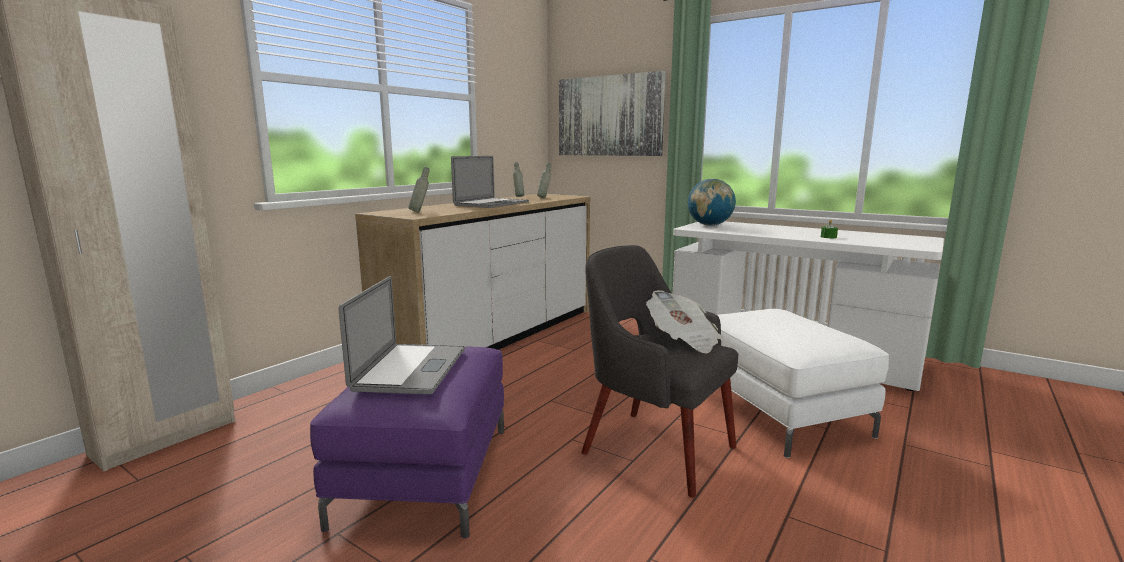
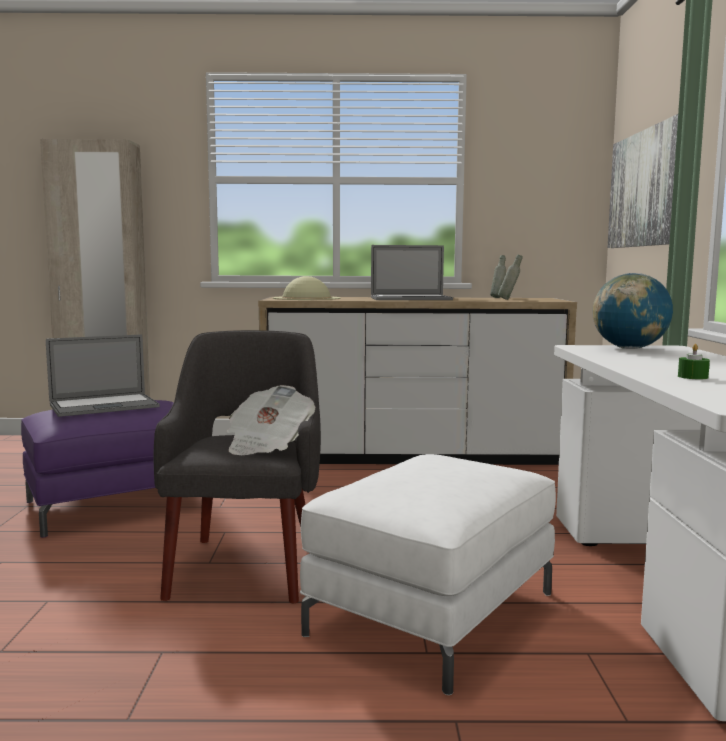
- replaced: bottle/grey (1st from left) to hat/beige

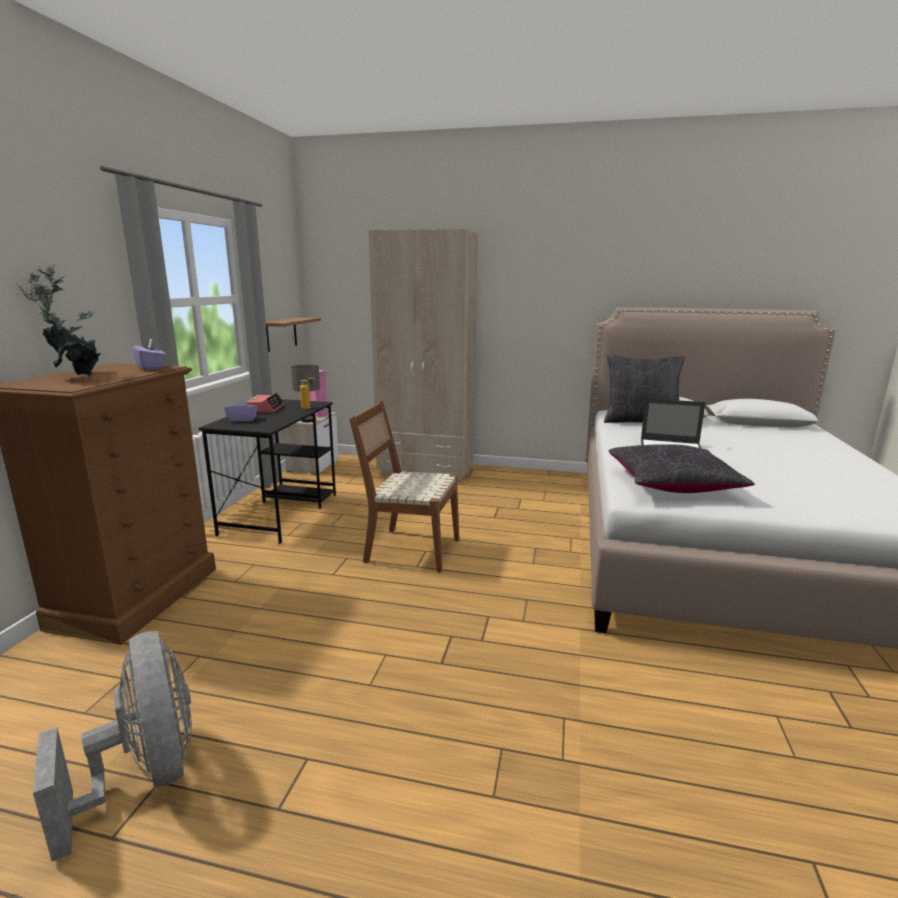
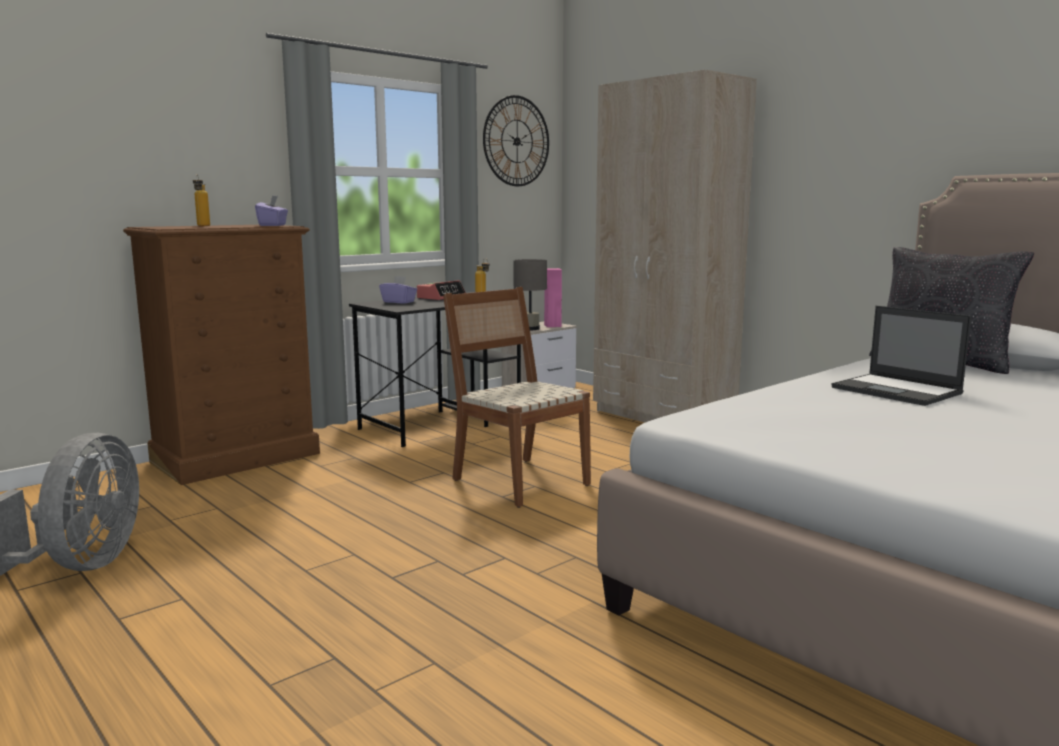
- replaced: potted plant to bottle (1st from left)
- added: wall clock
- removed: shelf
- removed: pillow/black (2nd from left)

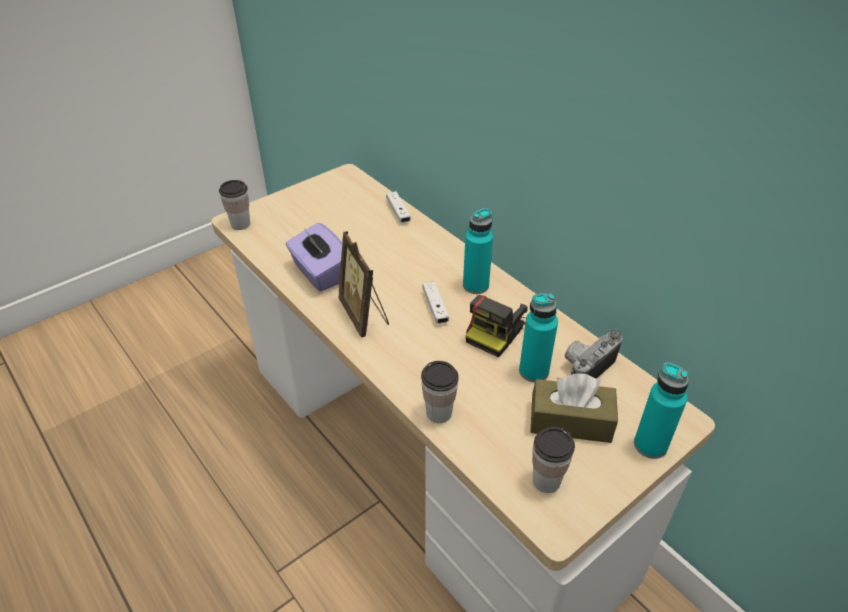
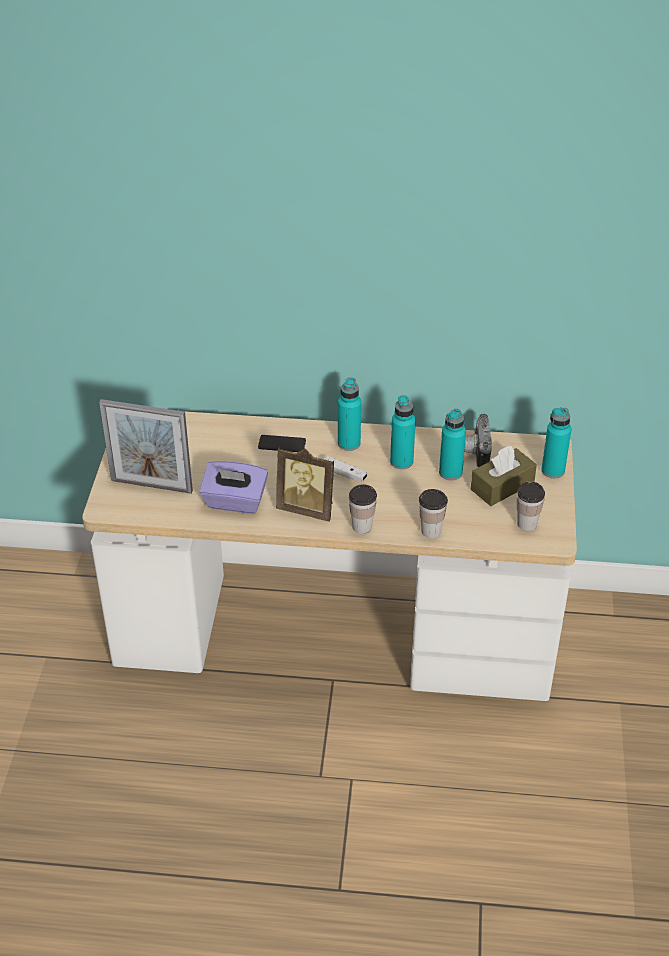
- added: picture frame (1st from left)
- added: phone
- moved: cup (1st from left)
- replaced: photo camera (1st from left) to bottle/turquoise (2nd from left)
- removed: game controller/white (1st from left)

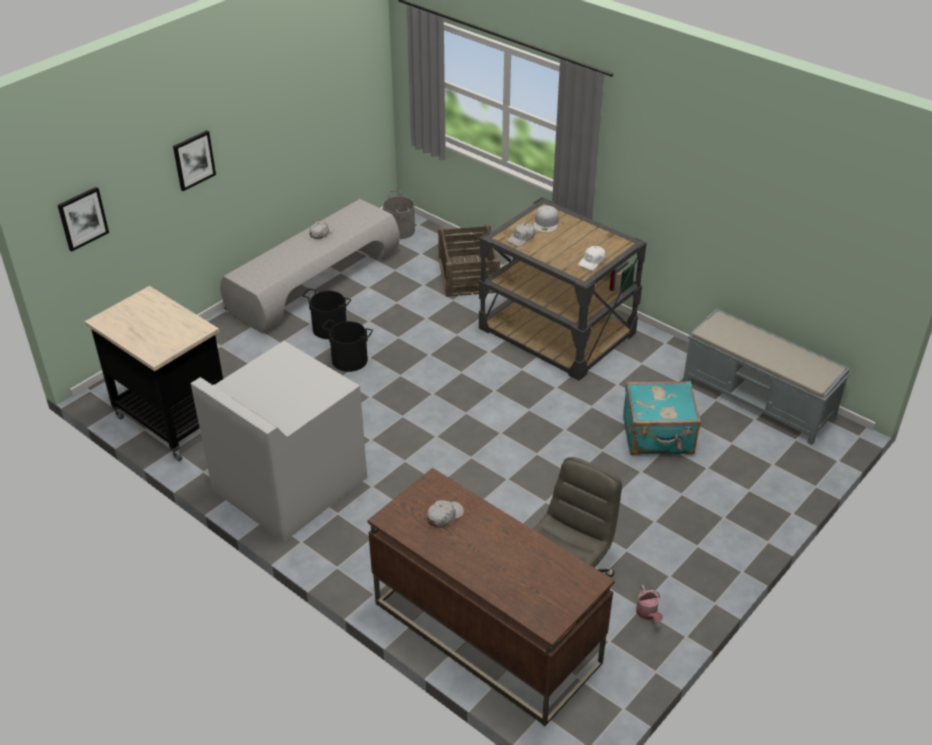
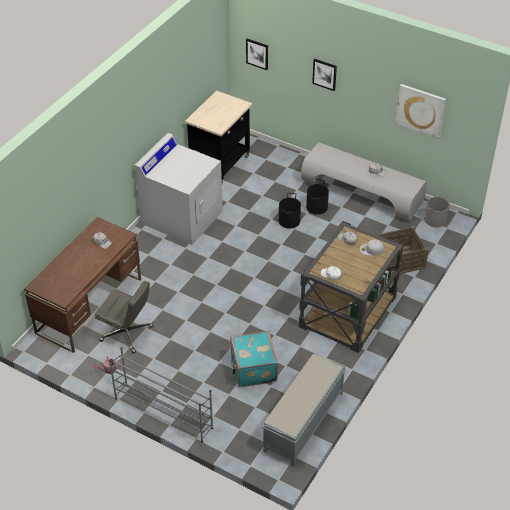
- added: shoe rack/grey
- added: picture (3rd from left)

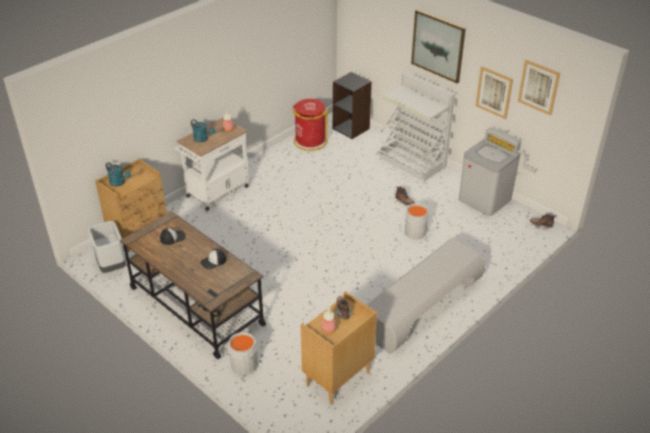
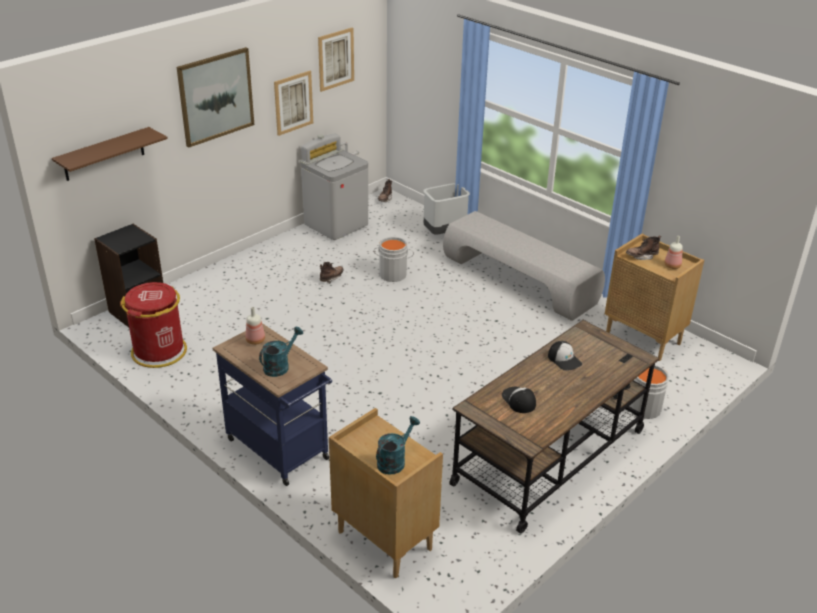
- added: shelf/brown
- recoloured: cart/white to cart/blue
- moved: trash can/grey
- removed: shoe rack/white

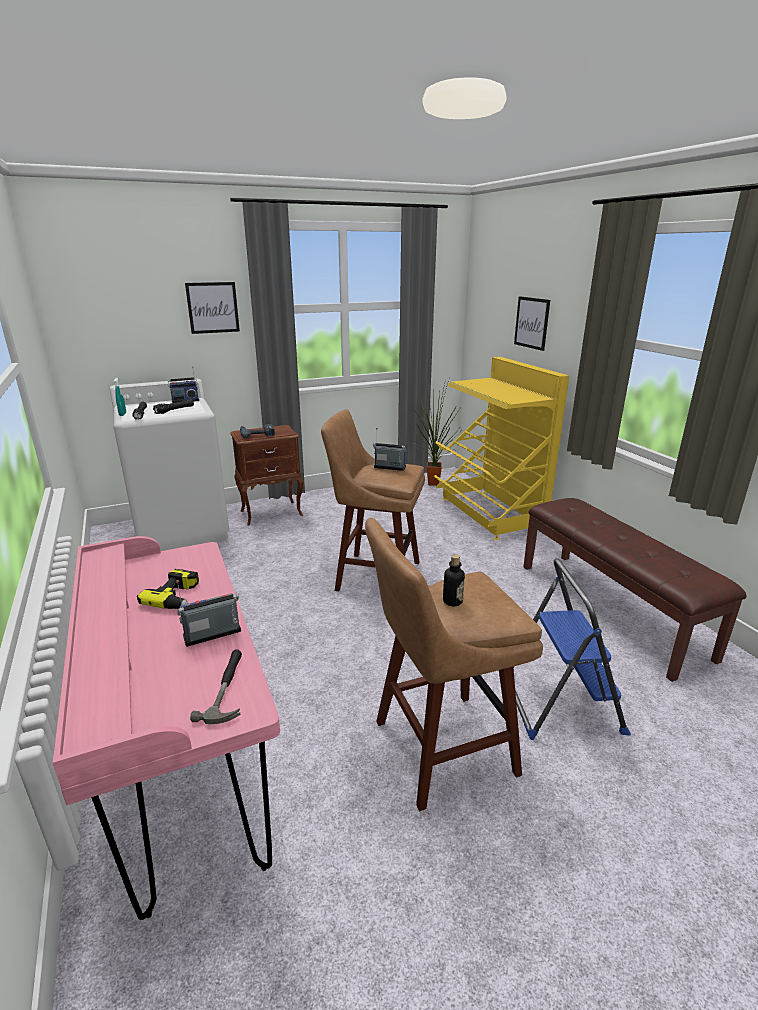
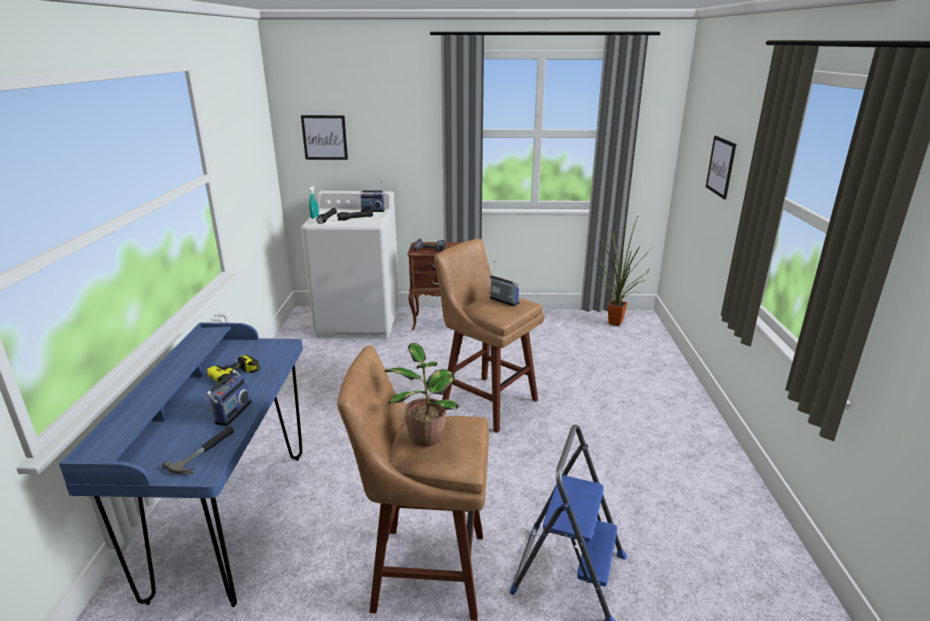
- recoloured: desk/pink to desk/blue
- turned: radio (2nd from left in the first image) 105 degrees clockwise
- moved: picture (1st from left)
- replaced: bottle to potted plant (1st from left)
- removed: shoe rack/yellow
- removed: bench/brown

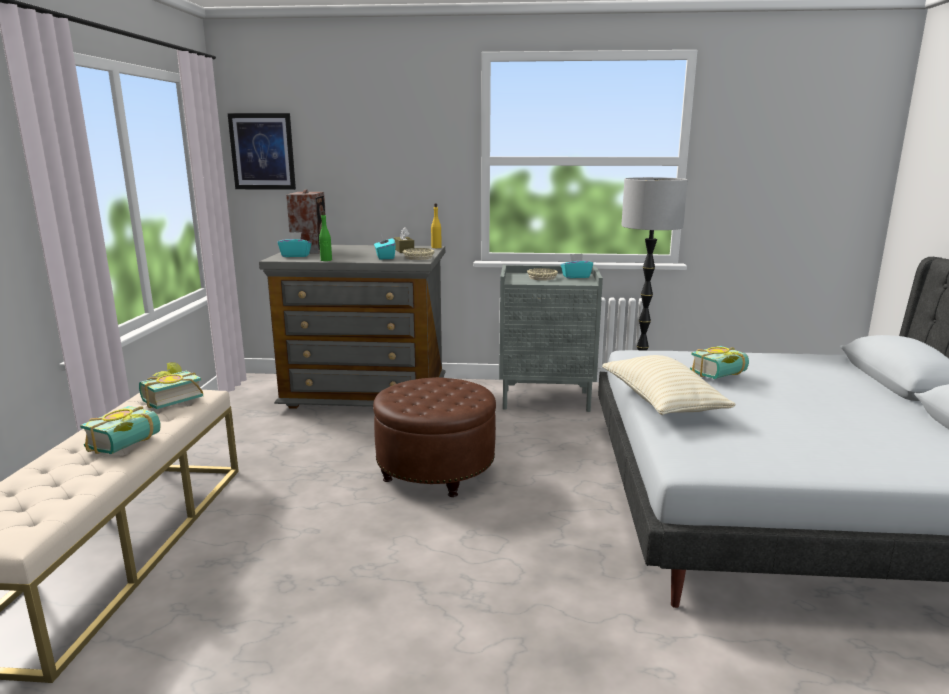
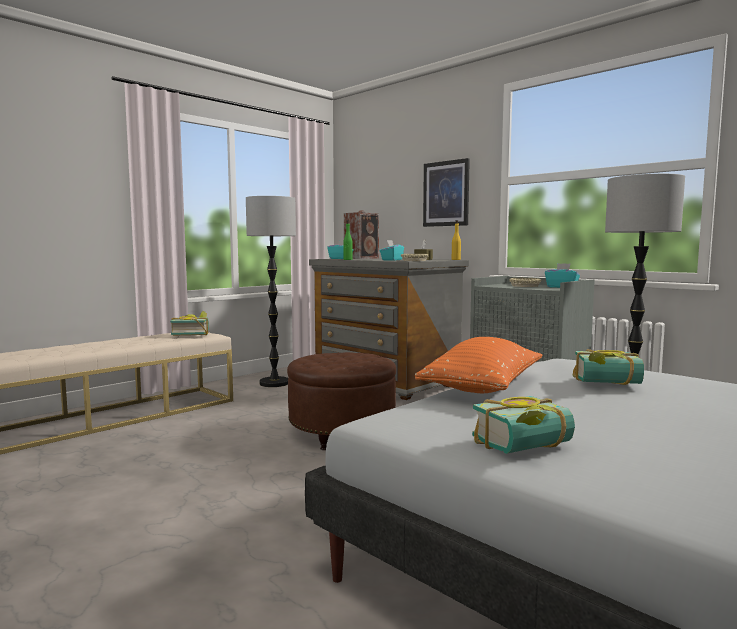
- added: floor lamp (1st from left)
- recoloured: pillow/beige to pillow/orange
- moved: picture
- moved: book (1st from left in the first image) to book (2nd from left)

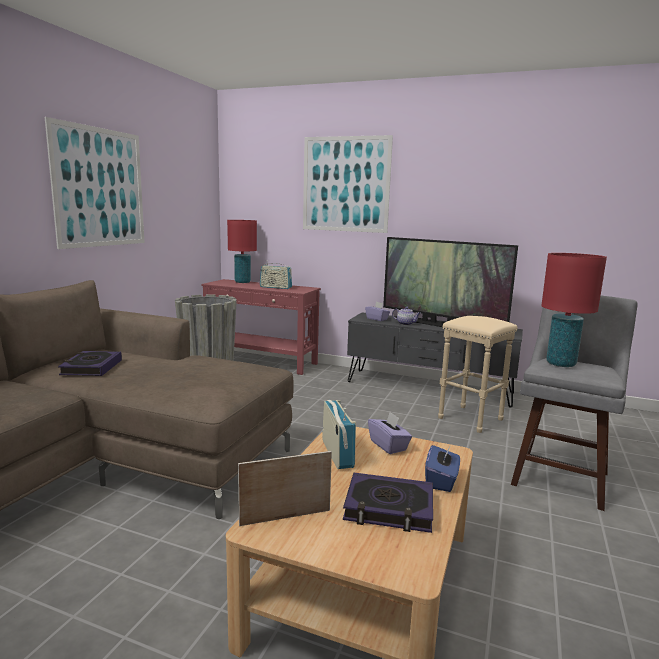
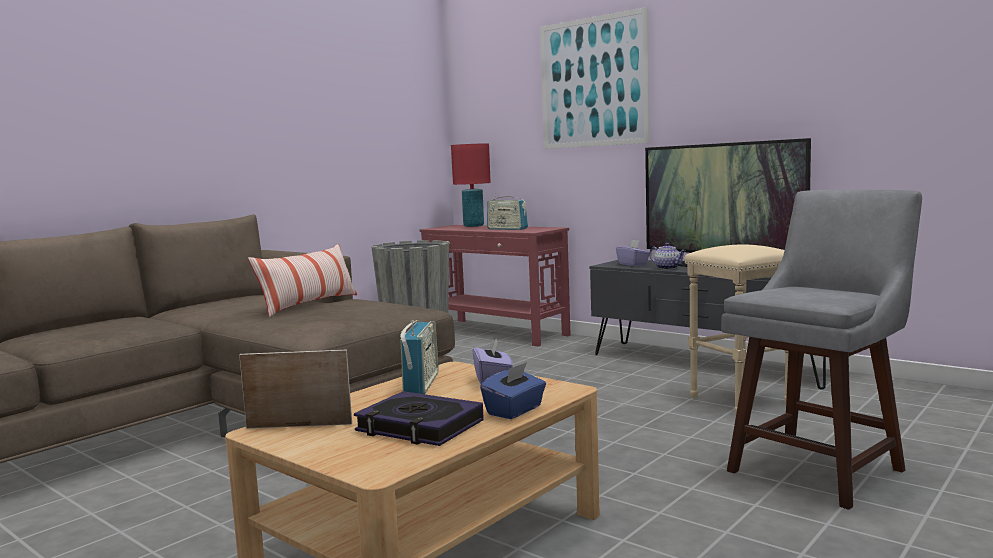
- added: pillow
- removed: picture (1st from left)
- removed: book (1st from left)
- removed: table lamp/red (2nd from left)

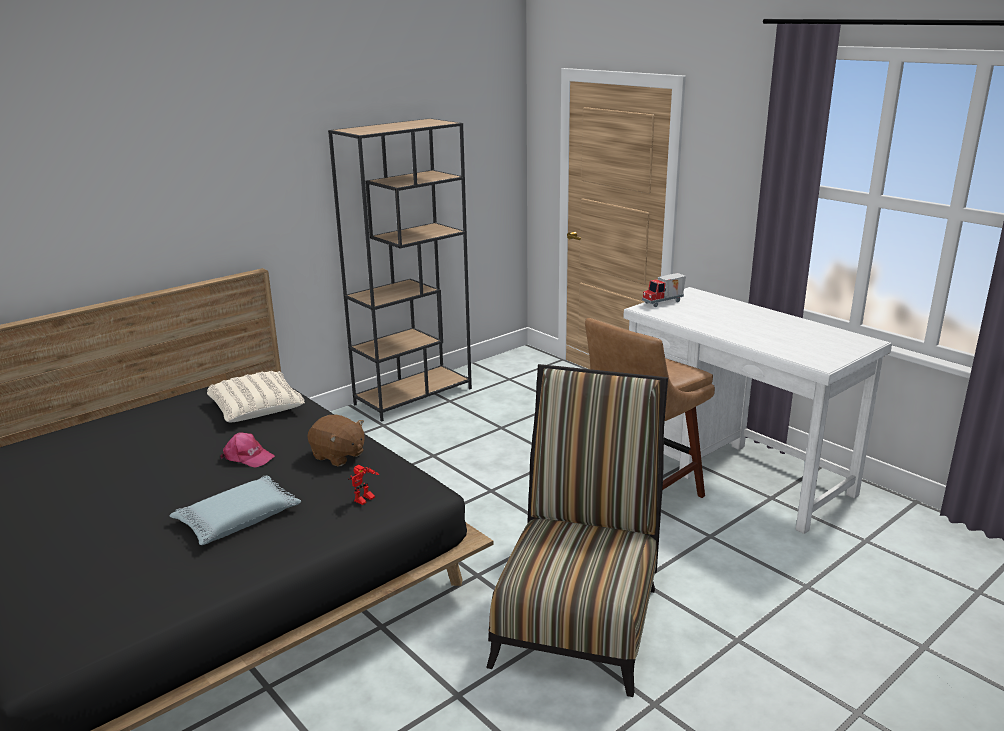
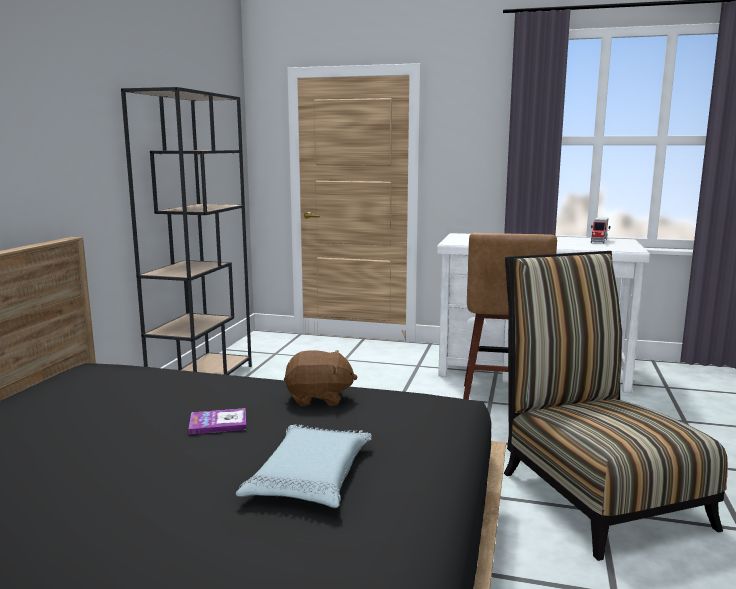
- replaced: cap/pink to book
- moved: toy truck
- removed: pillow/beige
- removed: toy robot

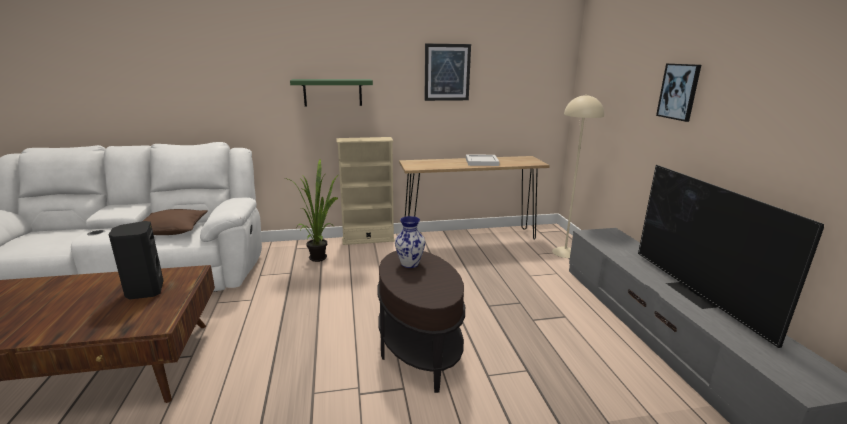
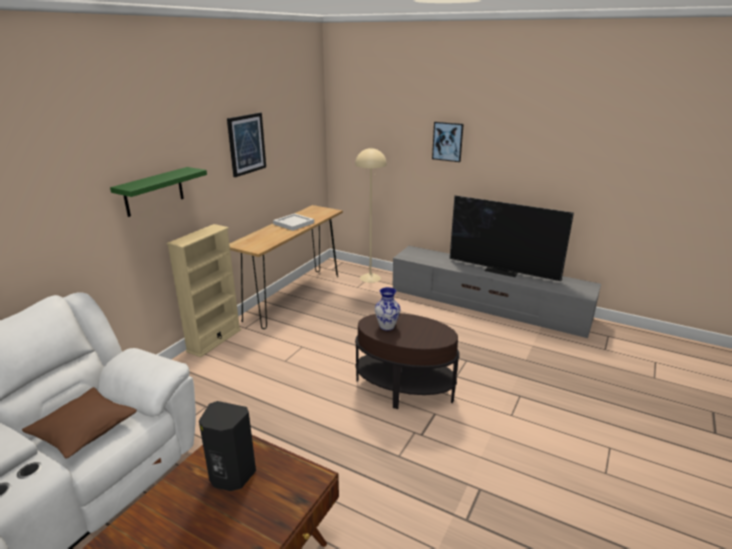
- removed: potted plant

